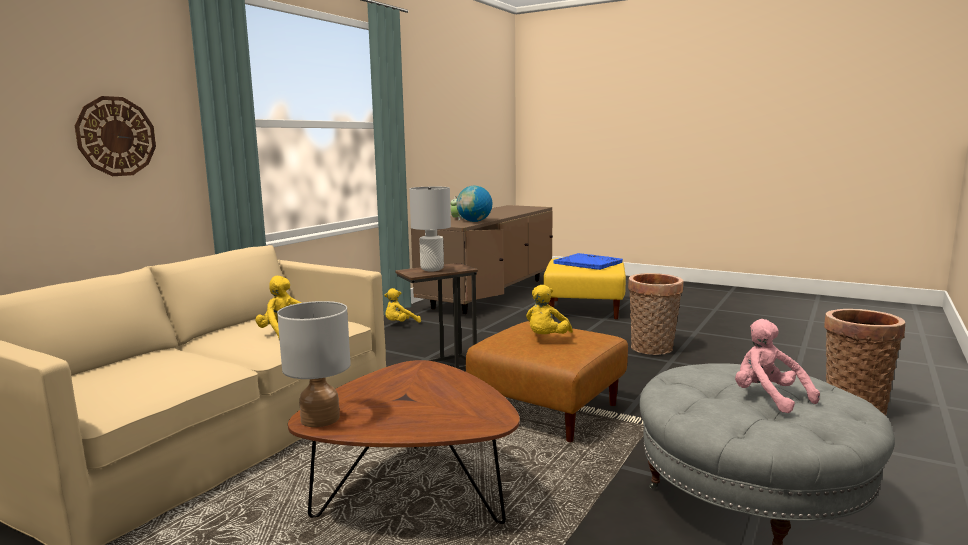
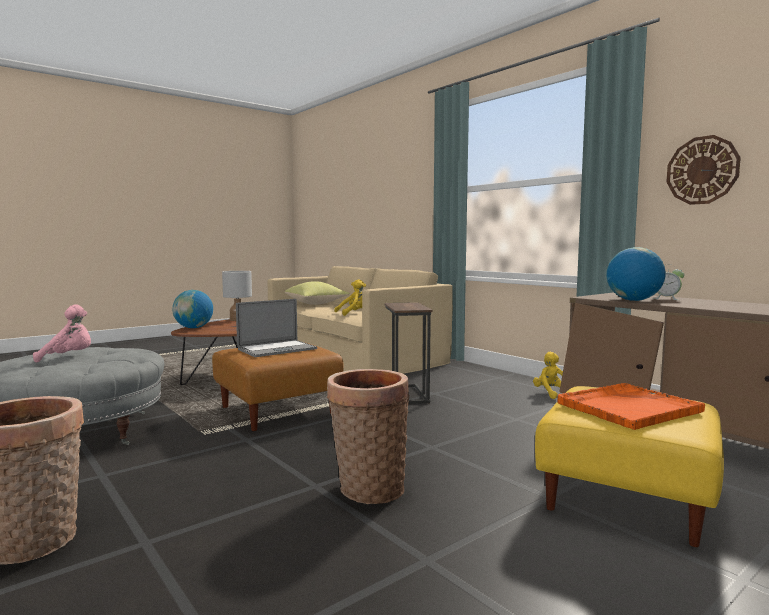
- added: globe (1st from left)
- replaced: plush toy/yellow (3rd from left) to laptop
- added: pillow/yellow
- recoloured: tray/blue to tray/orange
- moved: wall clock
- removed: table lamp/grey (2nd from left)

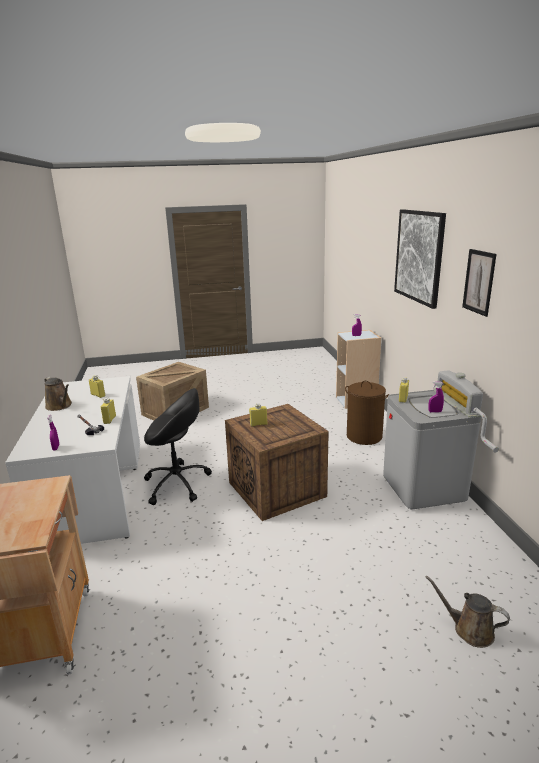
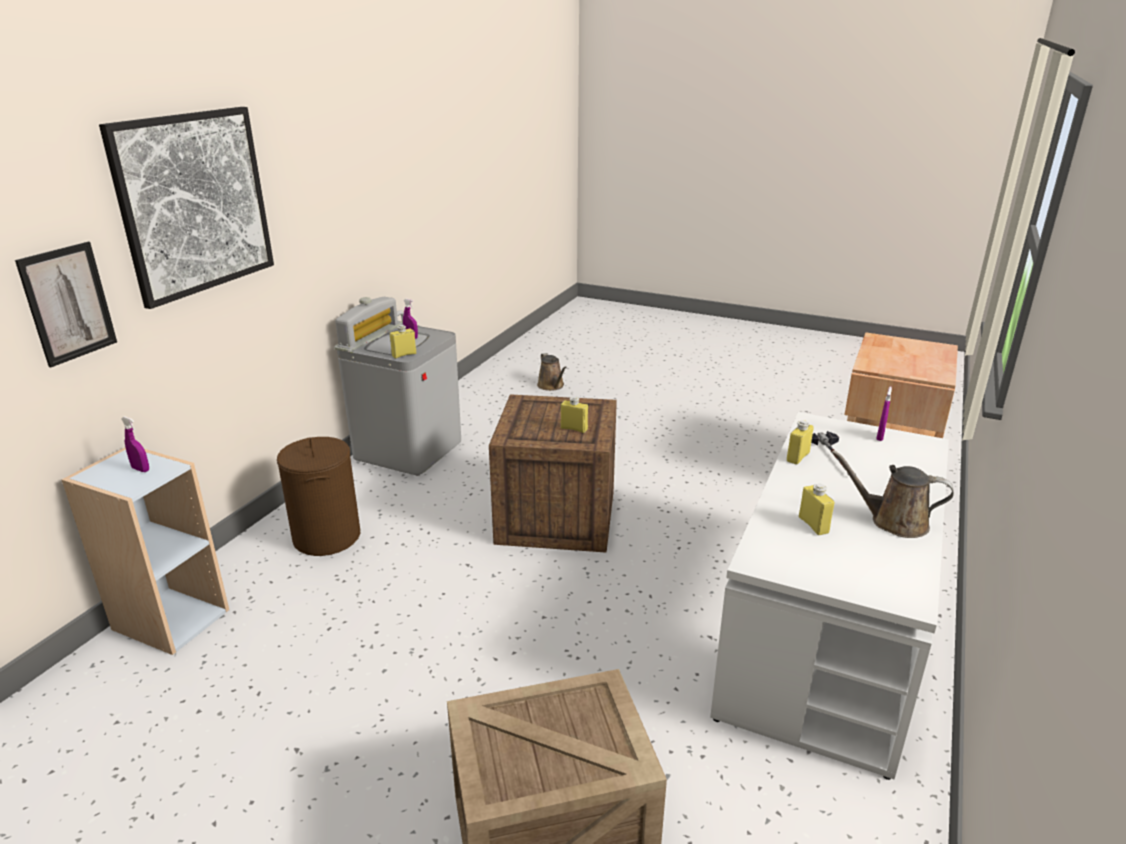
- moved: picture (2nd from left in the first image) to picture (1st from left)
- turned: watering can/brown (1st from left in the first image) 60 degrees counterclockwise
- removed: office chair/black

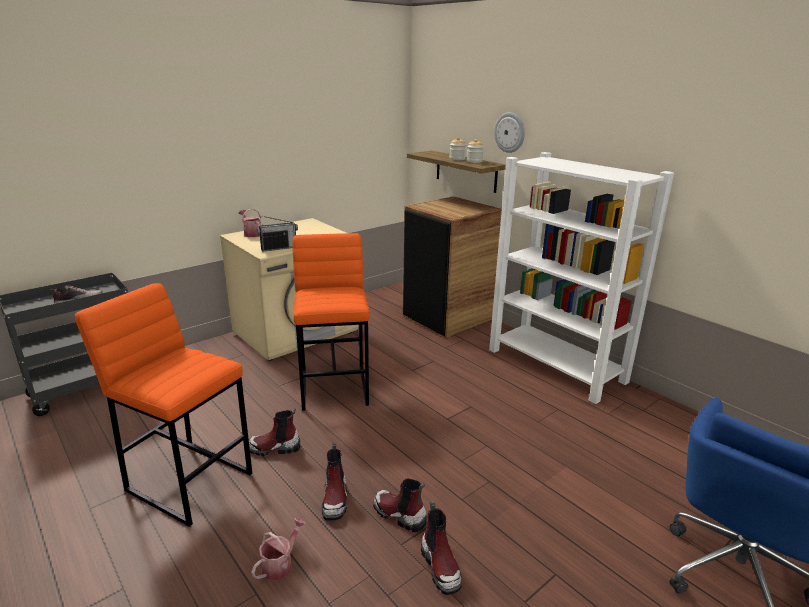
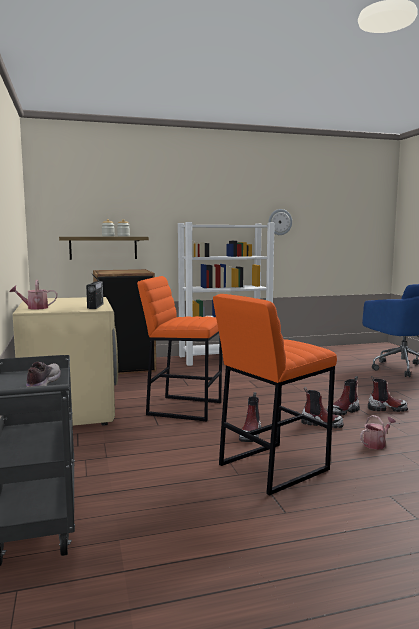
- moved: wall clock
- turned: watering can (2nd from left) 90 degrees clockwise

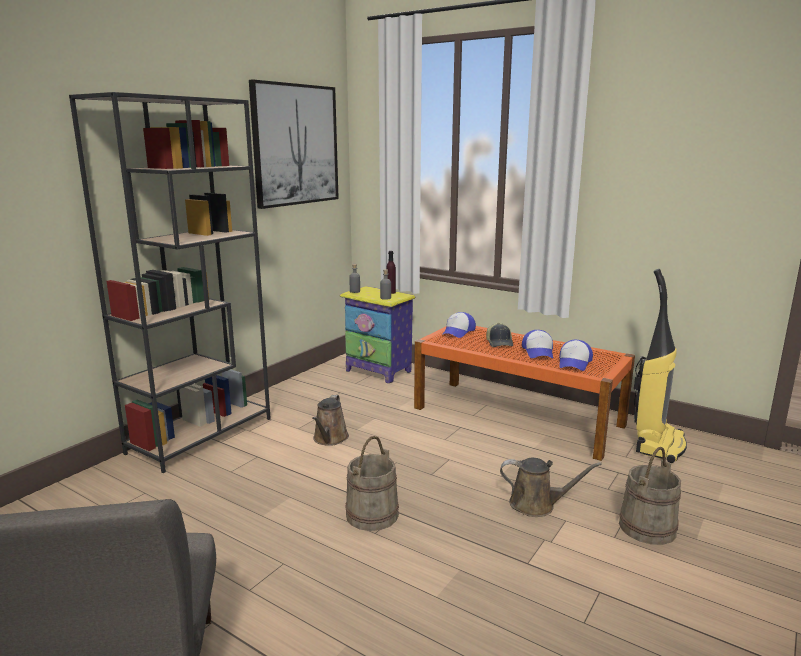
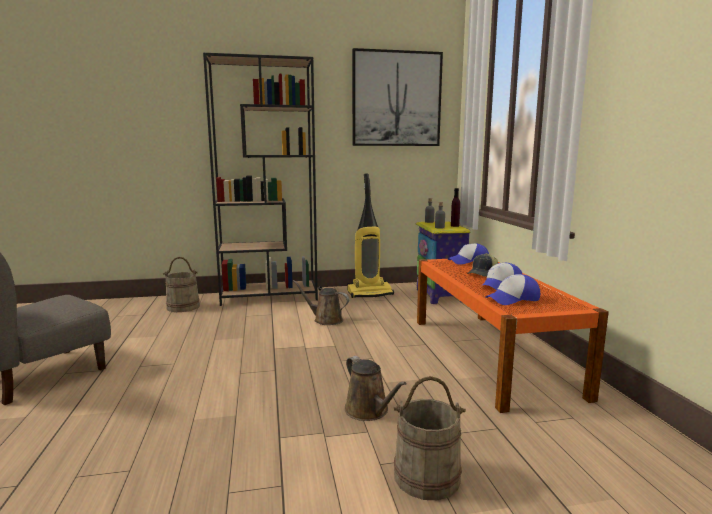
- moved: bucket/beige (1st from left)
- turned: watering can/brown (1st from left) 60 degrees clockwise
- moved: vacuum cleaner

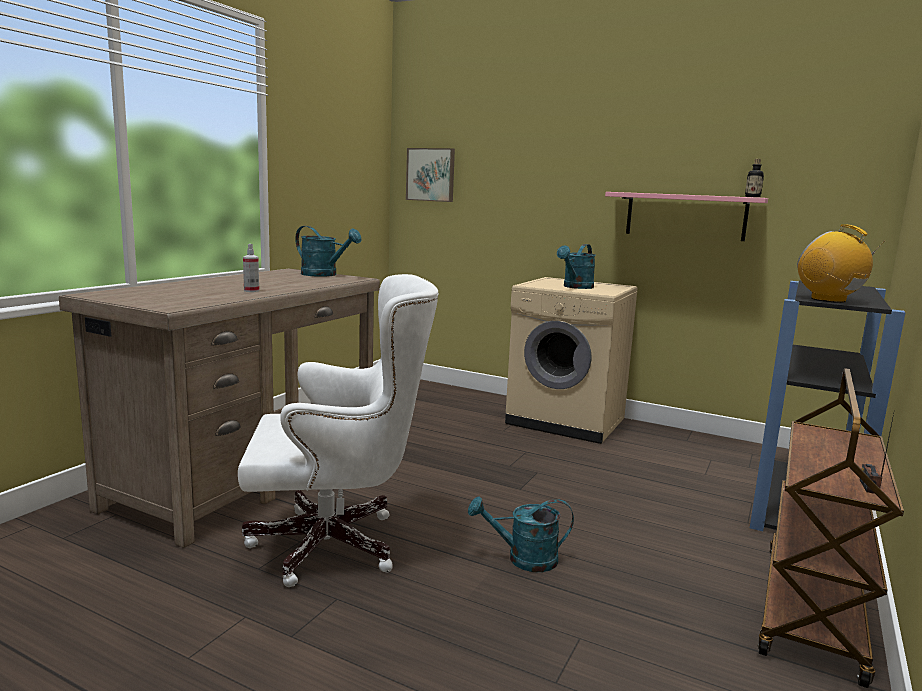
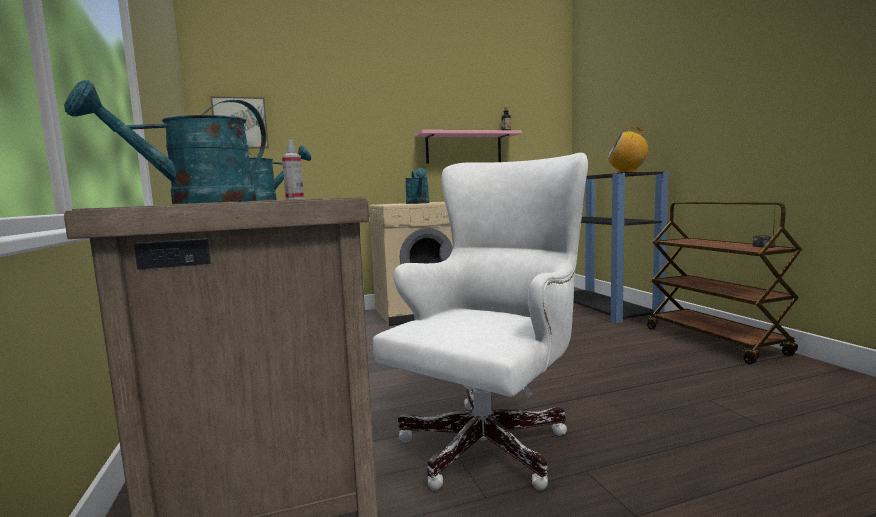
- moved: watering can/turquoise (2nd from left in the first image) to watering can/turquoise (1st from left)

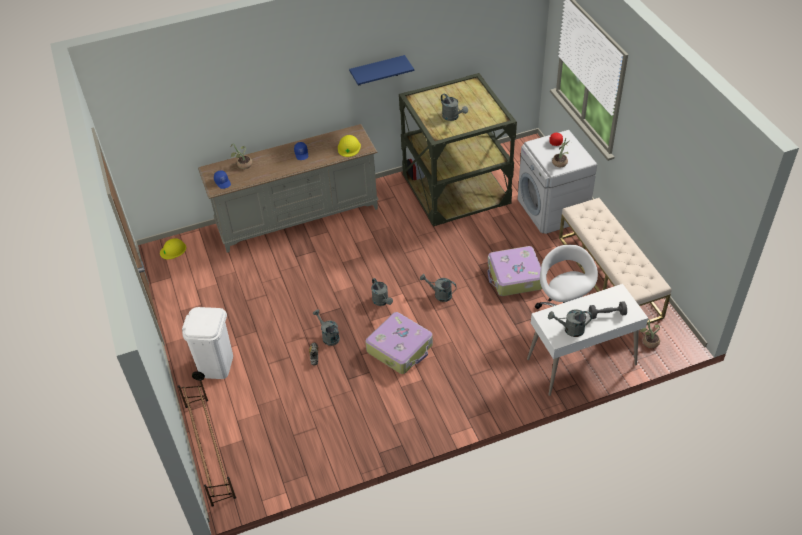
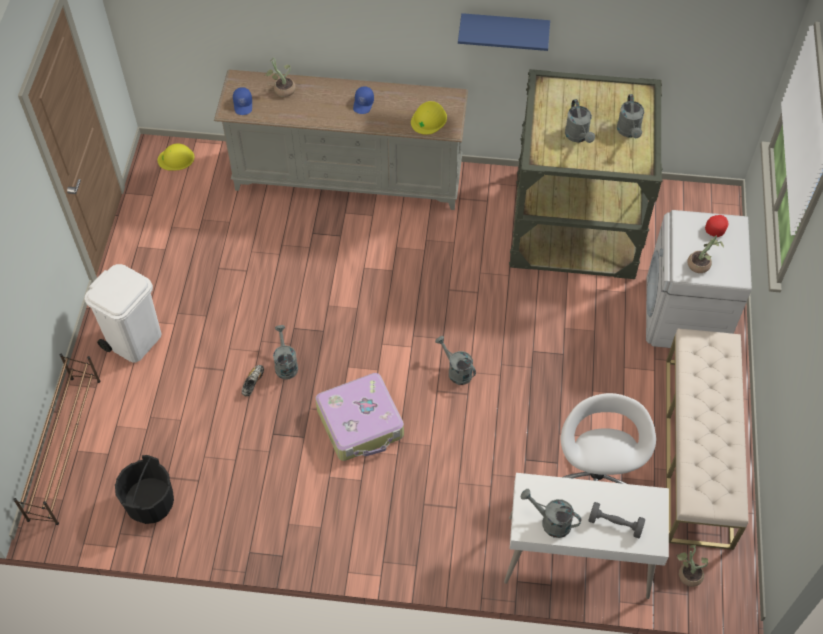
- added: bucket/black
- moved: watering can/grey (2nd from left in the first image) to watering can/grey (5th from left)
- removed: suitcase (2nd from left)

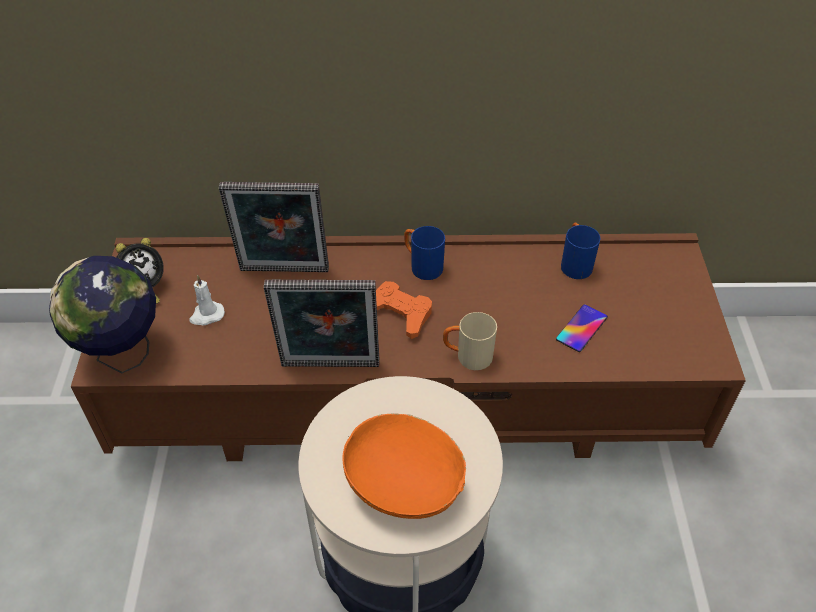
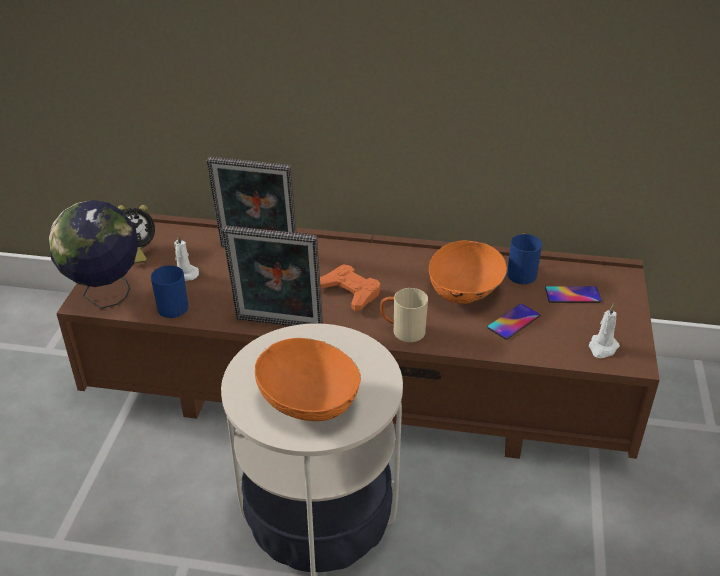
- moved: mug/blue (1st from left)
- added: bowl/orange (2nd from left)
- added: phone (2nd from left)
- added: candle/white (2nd from left)

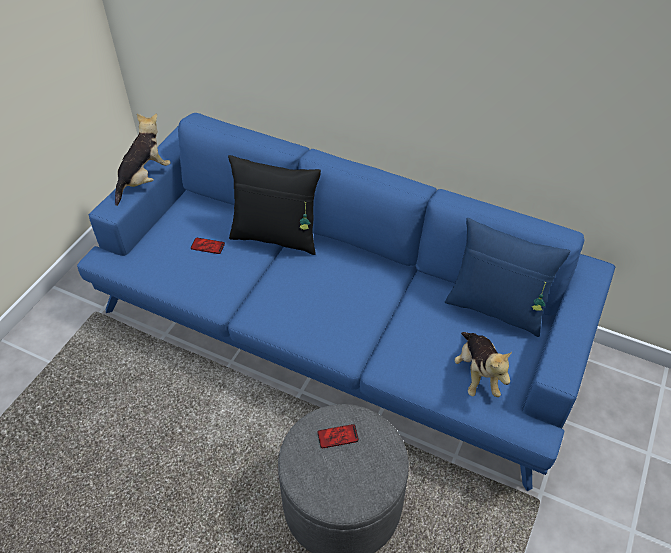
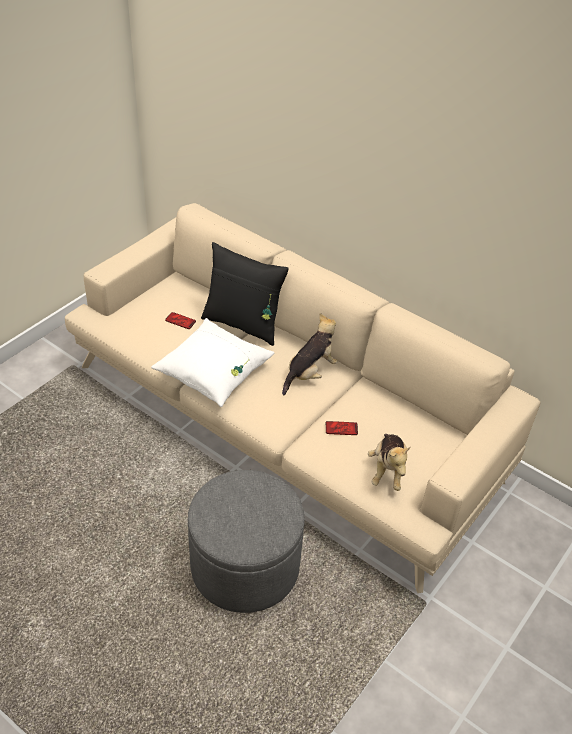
- recoloured: sofa/blue to sofa/beige
- added: pillow/white
- moved: plush toy (1st from left)
- moved: phone (2nd from left)
- removed: pillow/blue

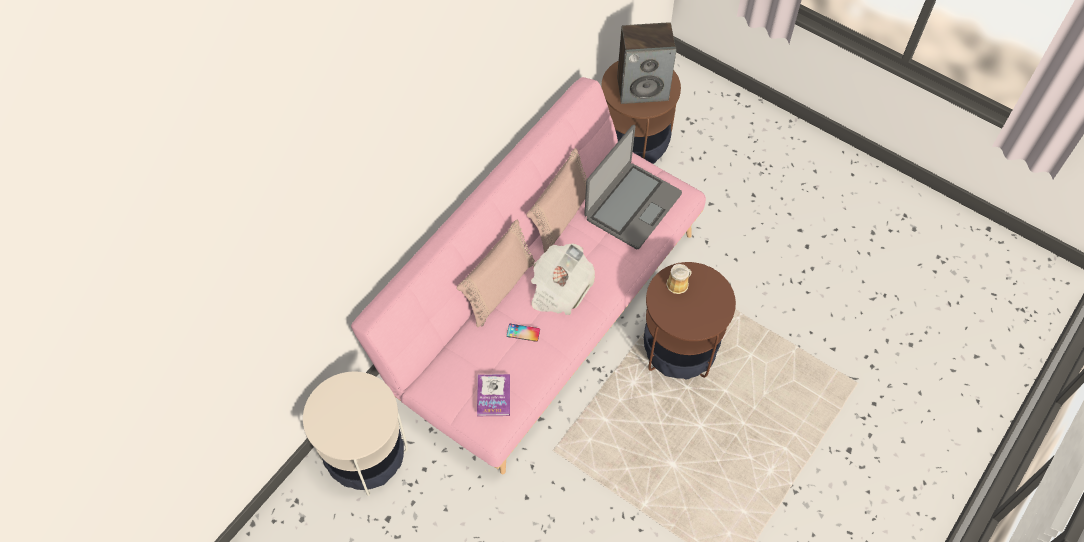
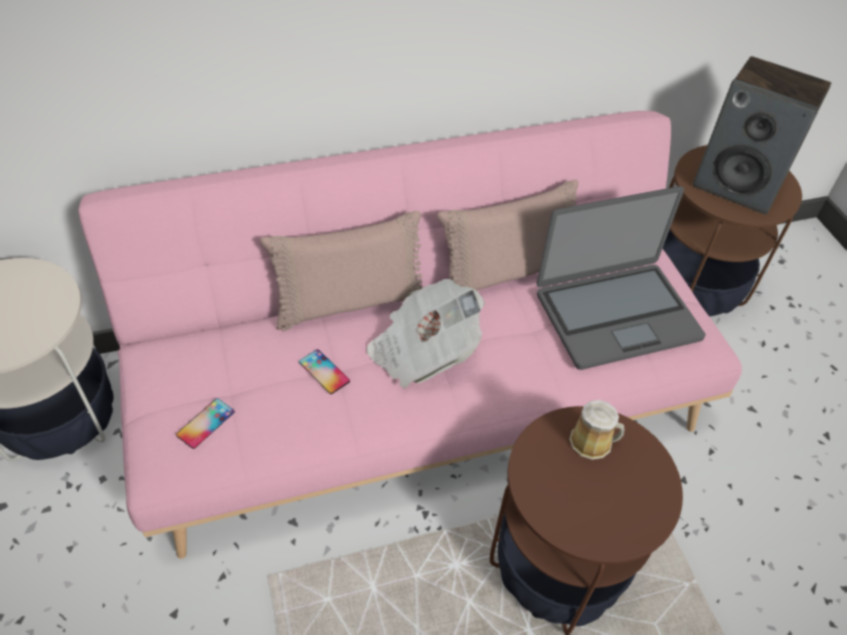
- replaced: book to phone (1st from left)

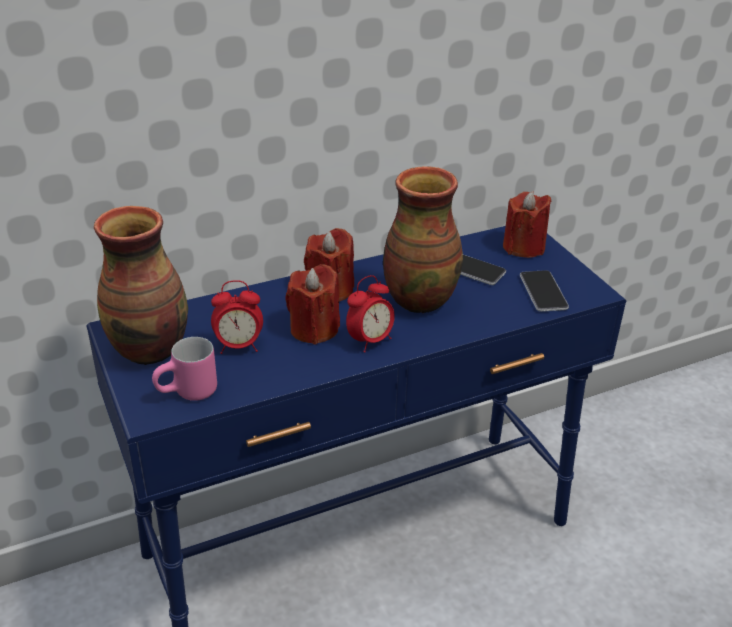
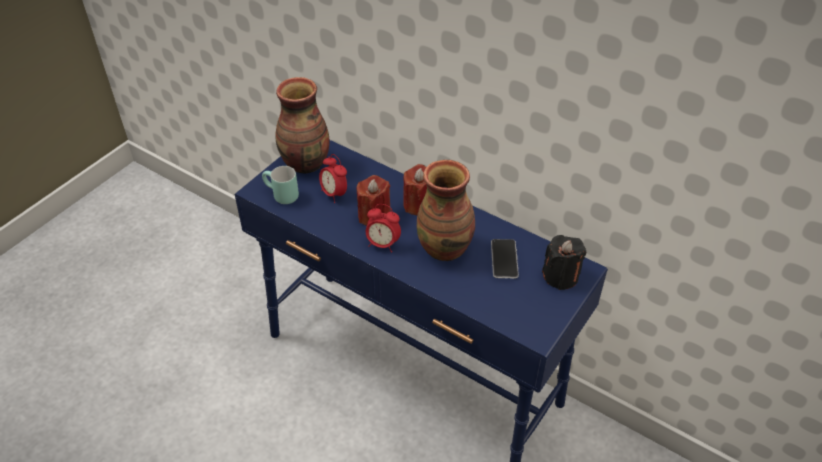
- recoloured: mug/pink to mug/turquoise
- recoloured: candle/red (3rd from left) to candle/black
- removed: phone (2nd from left)

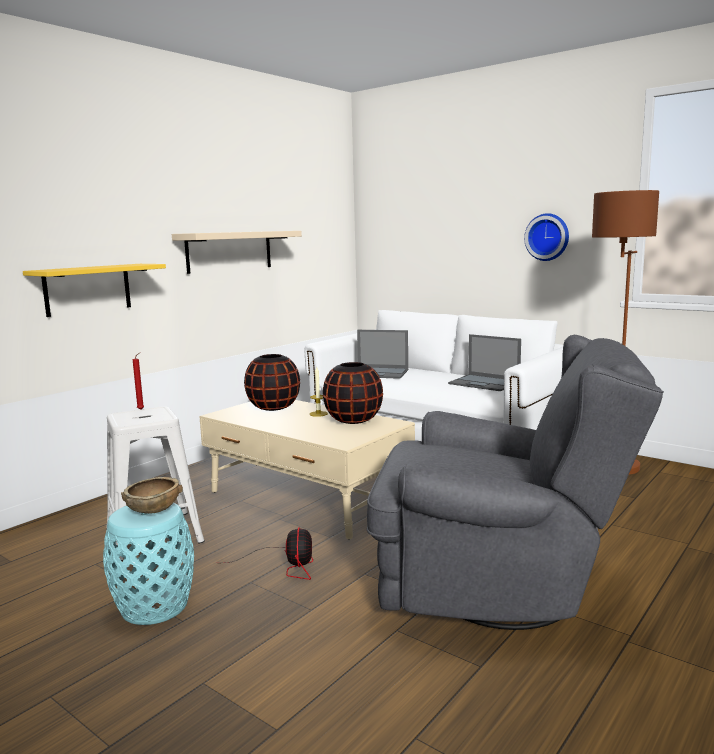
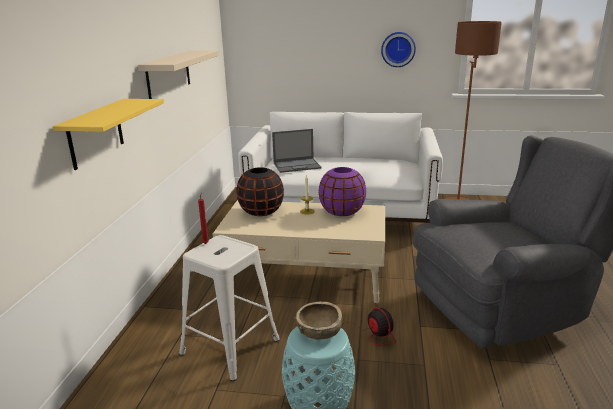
- recoloured: vase/black (2nd from left) to vase/purple
- removed: laptop (2nd from left)

